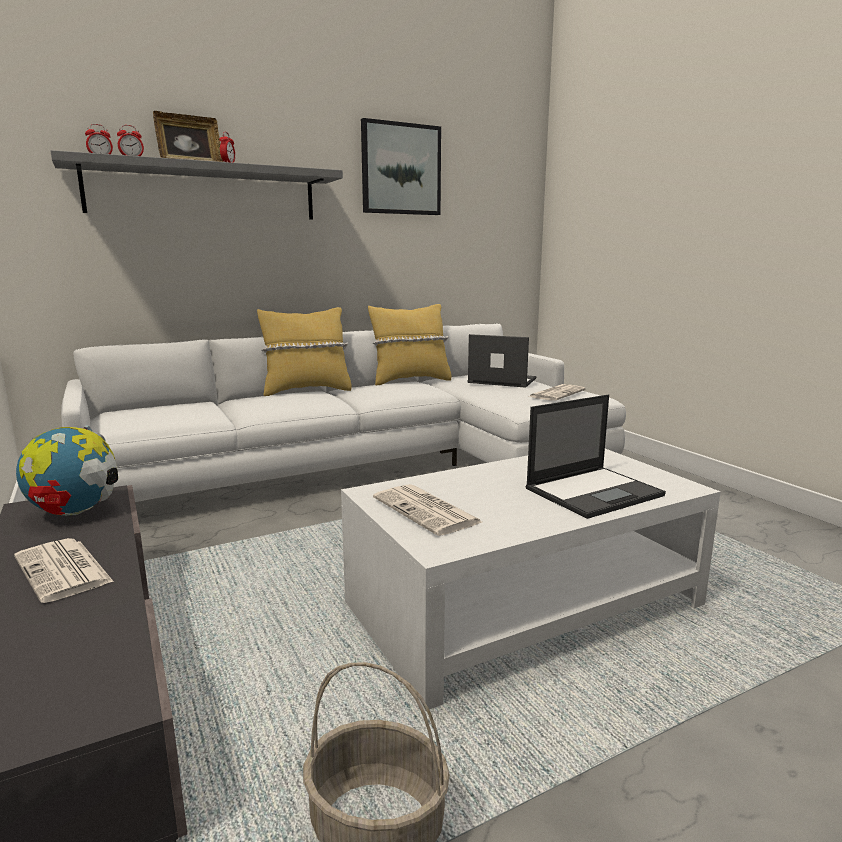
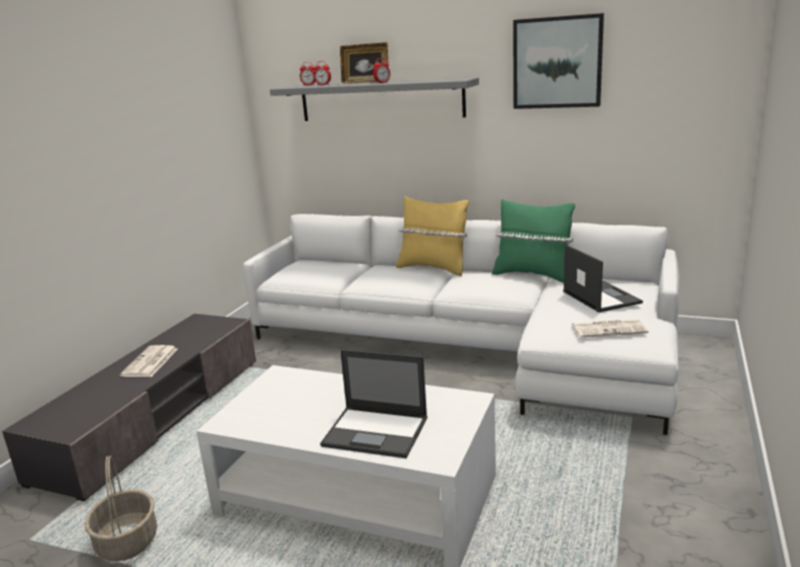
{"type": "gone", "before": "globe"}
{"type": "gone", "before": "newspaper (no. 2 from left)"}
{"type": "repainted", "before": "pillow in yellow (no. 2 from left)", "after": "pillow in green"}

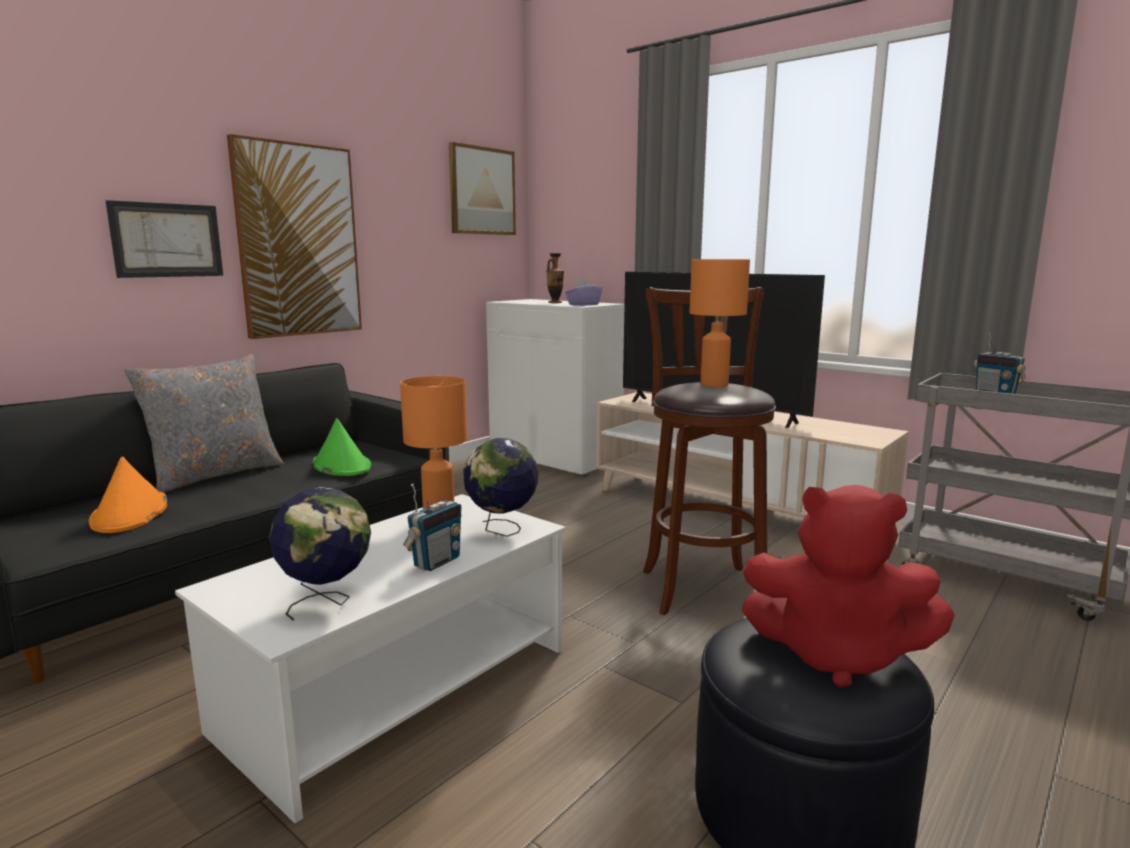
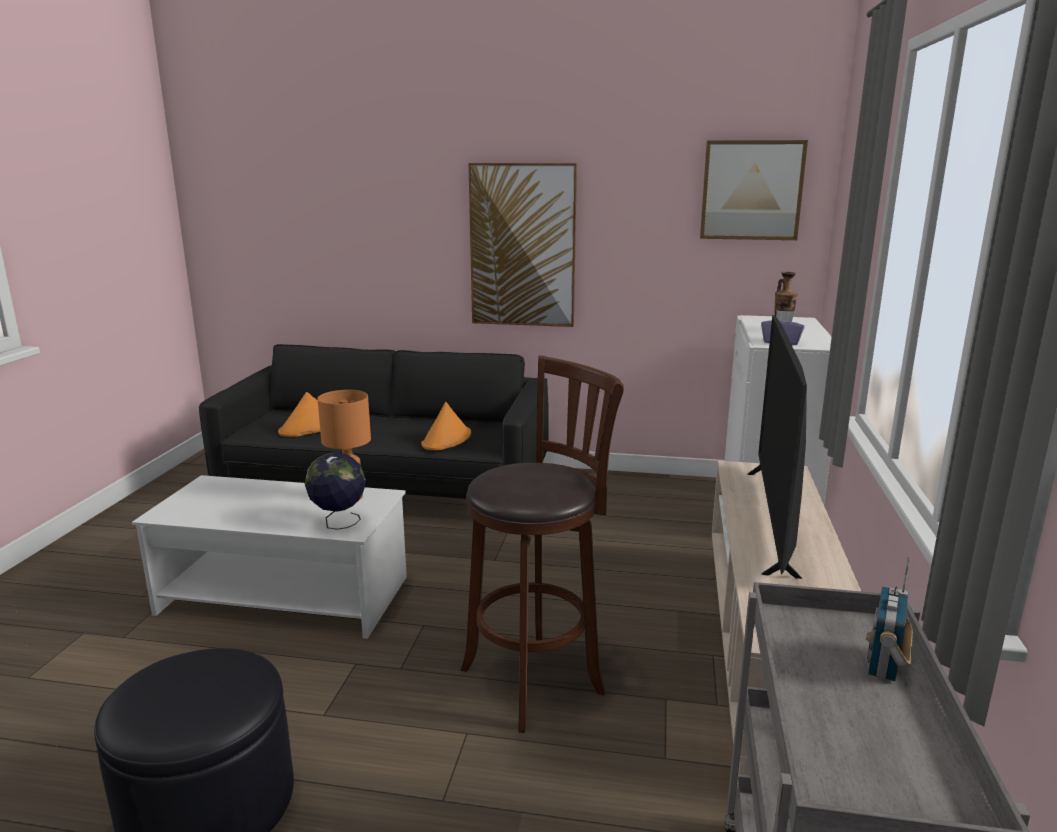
{"type": "gone", "before": "picture (no. 1 from left)"}
{"type": "gone", "before": "pillow in grey"}
{"type": "gone", "before": "globe (no. 1 from left)"}
{"type": "gone", "before": "radio (no. 1 from left)"}
{"type": "gone", "before": "table lamp in orange (no. 2 from left)"}
{"type": "gone", "before": "plush toy in red"}
{"type": "repainted", "before": "hat in green", "after": "hat in orange (no. 2 from left)"}

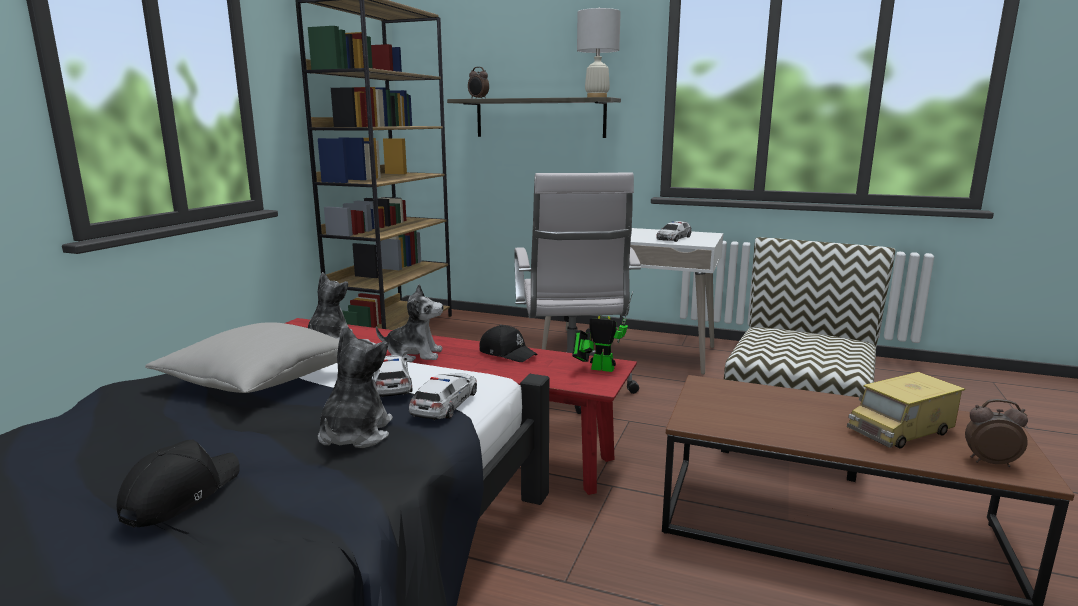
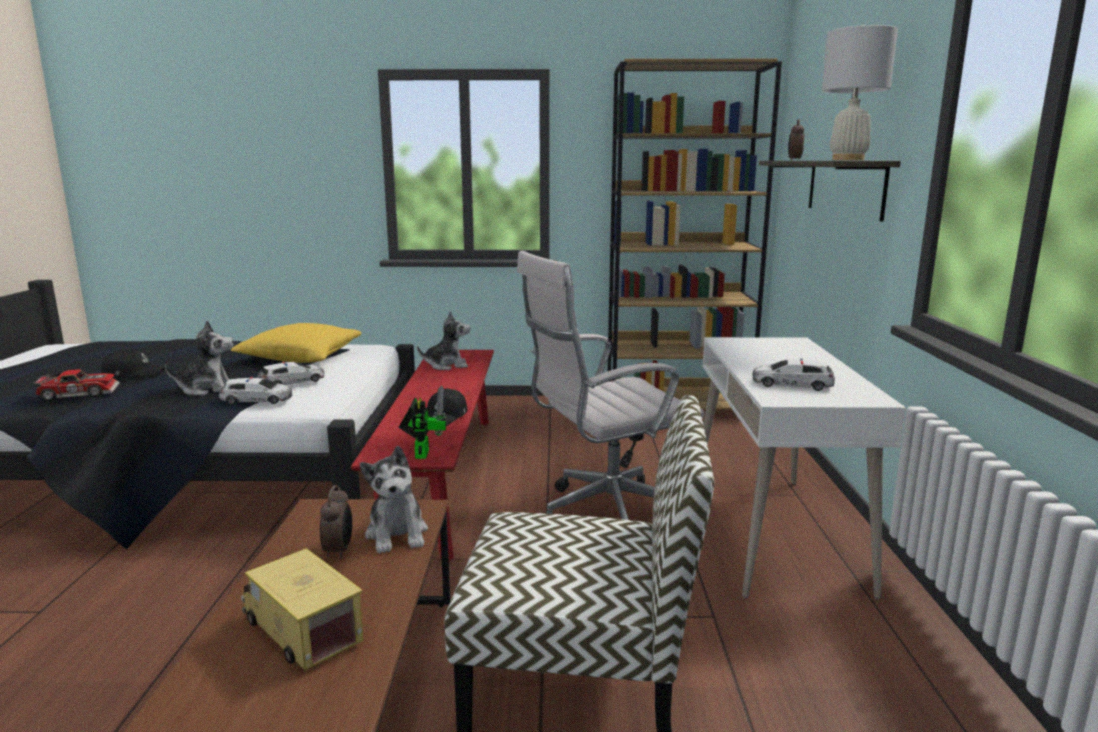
{"type": "new", "after": "toy car (no. 1 from left)"}
{"type": "shifted", "before": "plush toy (no. 3 from left in the first image)", "after": "plush toy (no. 2 from left)"}
{"type": "shifted", "before": "alarm clock (no. 2 from left in the first image)", "after": "alarm clock (no. 1 from left)"}
{"type": "repainted", "before": "pillow in grey", "after": "pillow in yellow"}

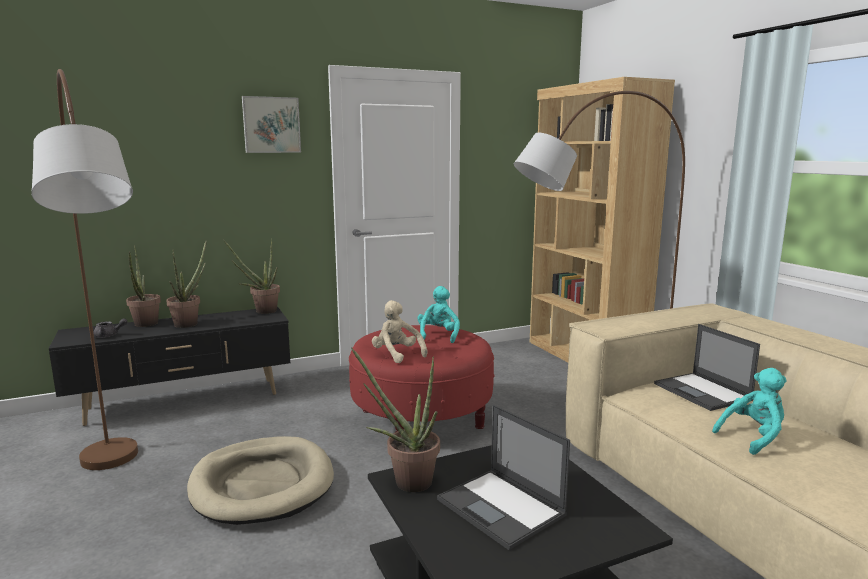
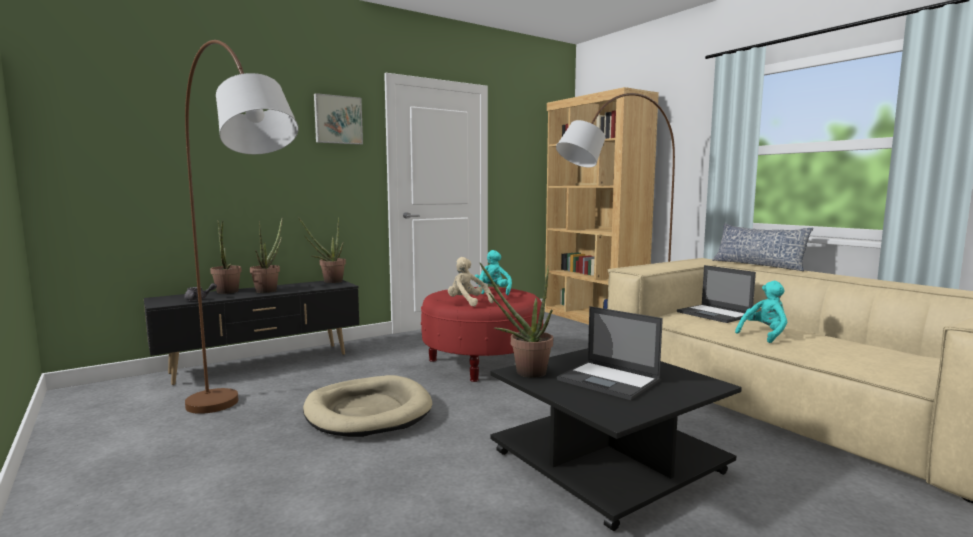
{"type": "new", "after": "pillow"}

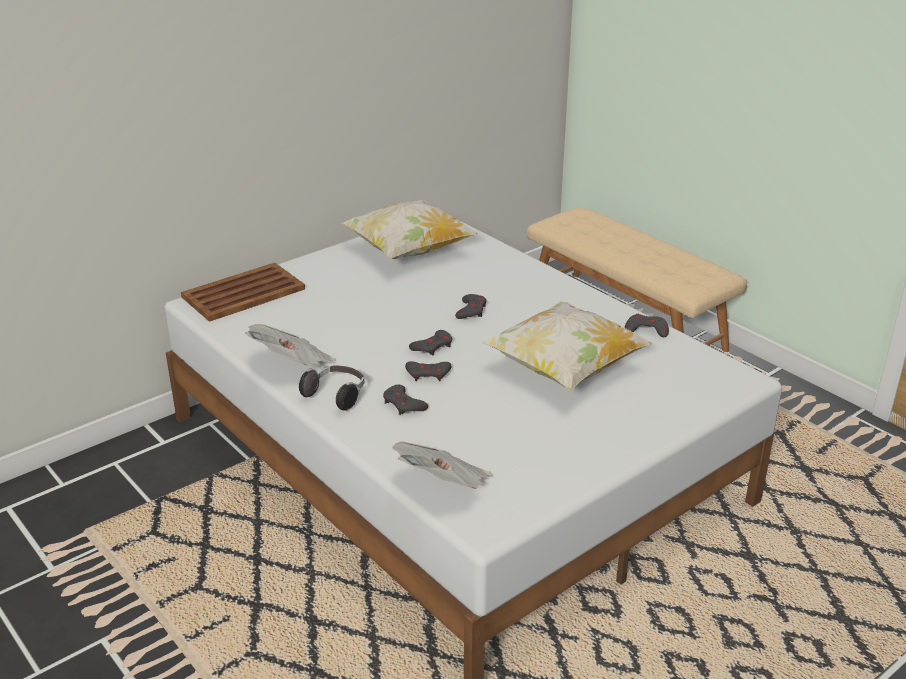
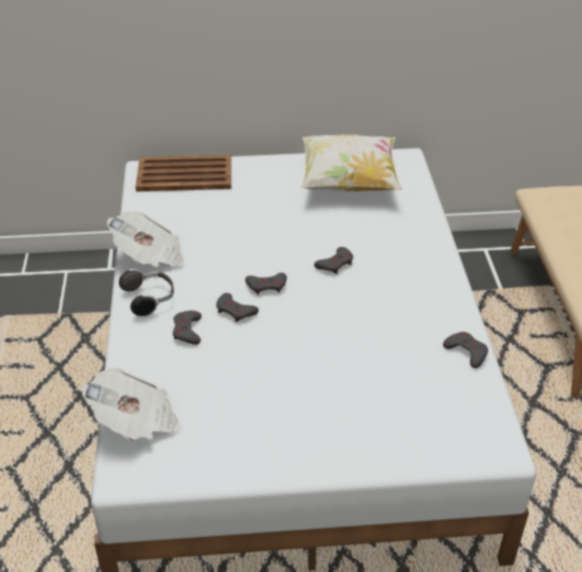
{"type": "gone", "before": "pillow (no. 2 from left)"}

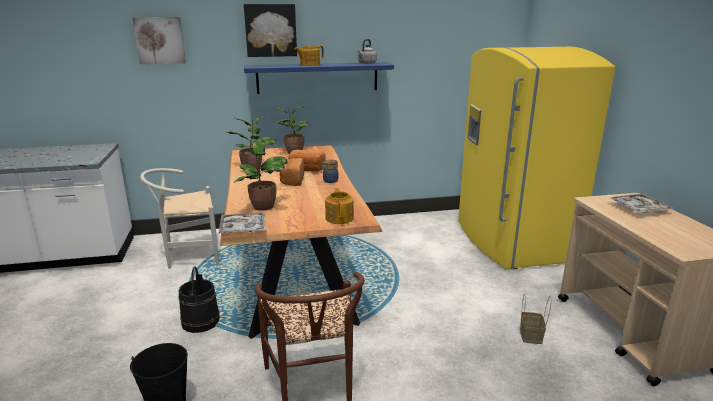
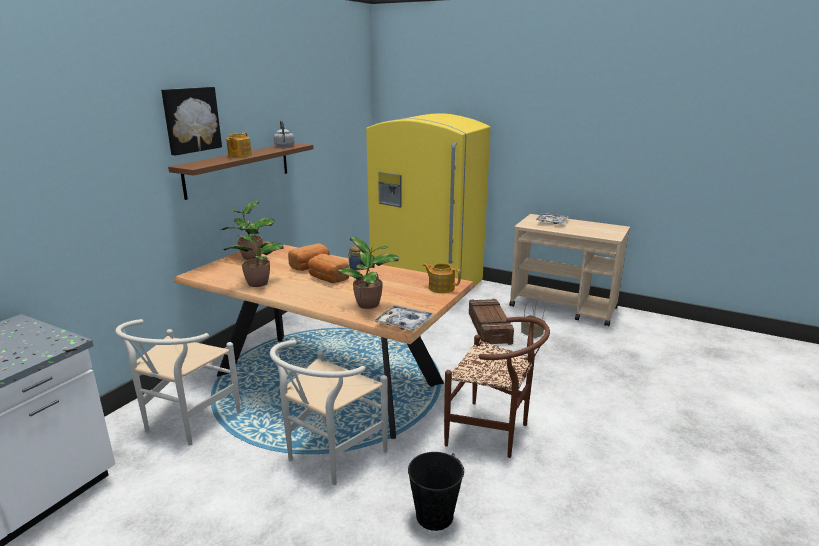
{"type": "gone", "before": "picture (no. 1 from left)"}
{"type": "new", "after": "crate"}
{"type": "swapped", "before": "bucket in black (no. 2 from left)", "after": "chair in white (no. 2 from left)"}
{"type": "repainted", "before": "shelf in blue", "after": "shelf in brown"}

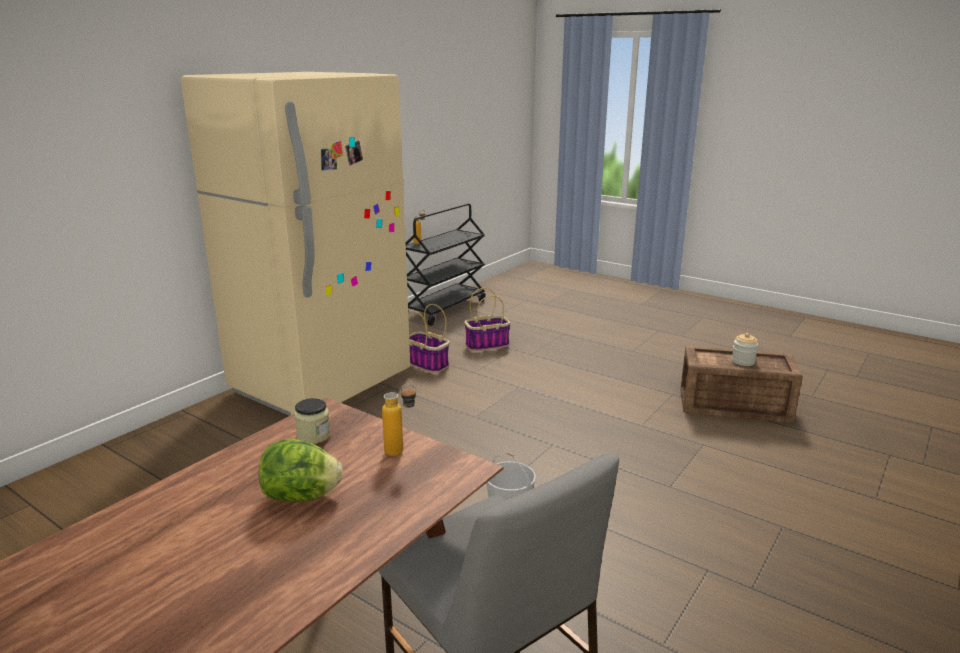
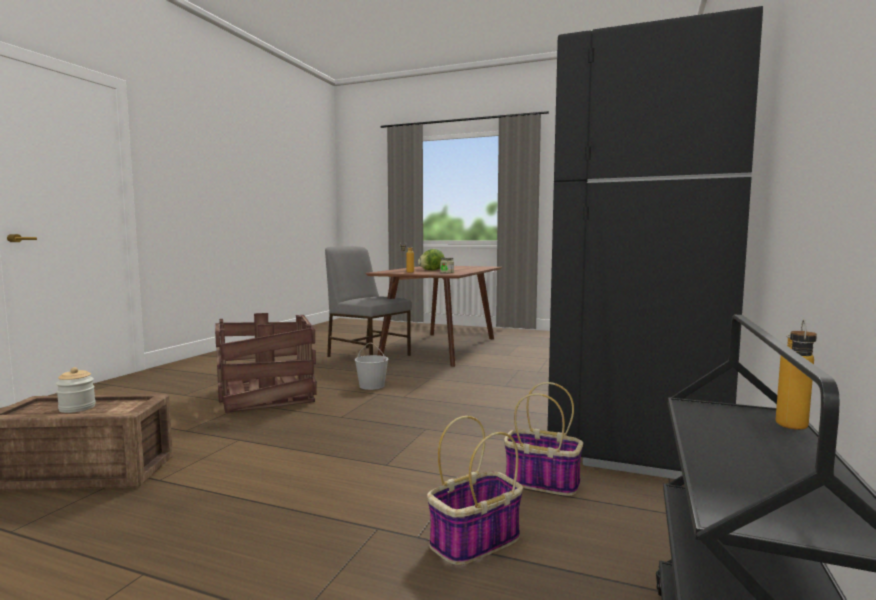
{"type": "new", "after": "crate (no. 2 from left)"}
{"type": "repainted", "before": "fridge in beige", "after": "fridge in black"}

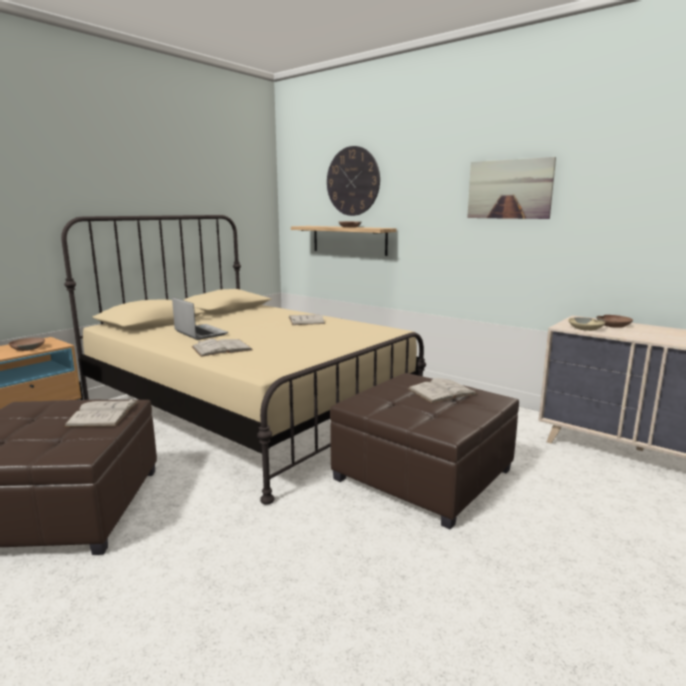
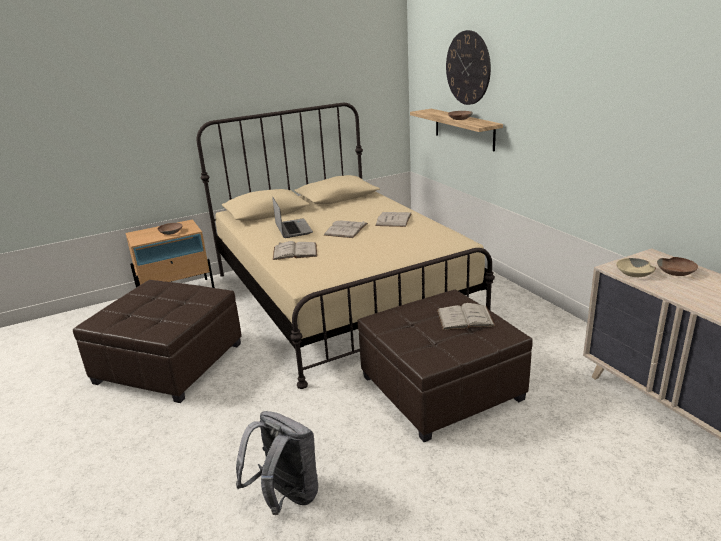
{"type": "gone", "before": "picture"}
{"type": "new", "after": "backpack in grey"}
{"type": "shifted", "before": "book in white (no. 1 from left in the first image)", "after": "book in white (no. 2 from left)"}

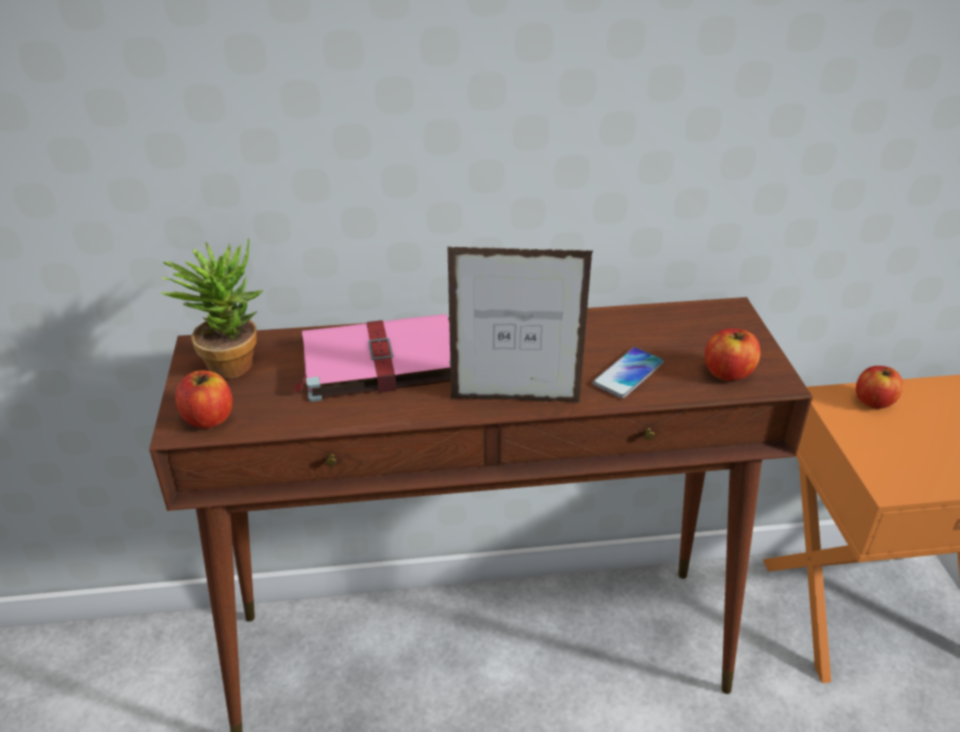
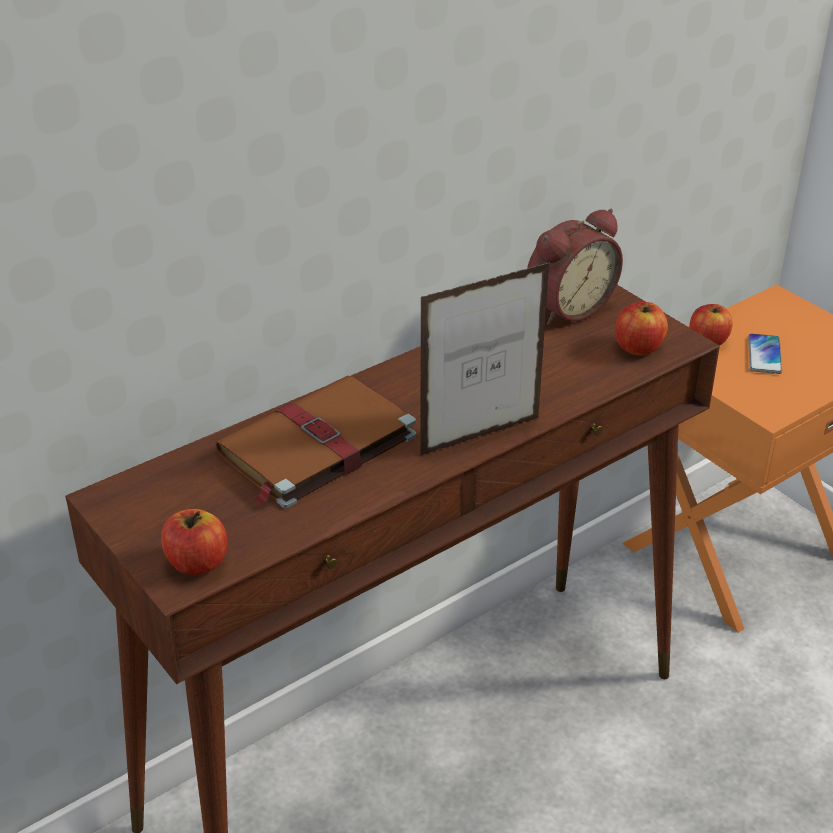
{"type": "gone", "before": "potted plant"}
{"type": "new", "after": "alarm clock"}
{"type": "shifted", "before": "phone"}
{"type": "repainted", "before": "book in pink", "after": "book in brown"}

